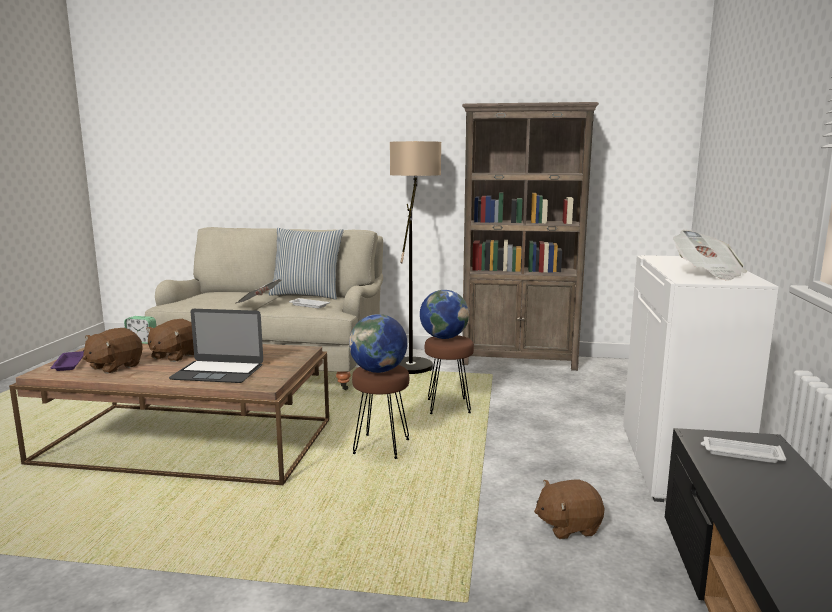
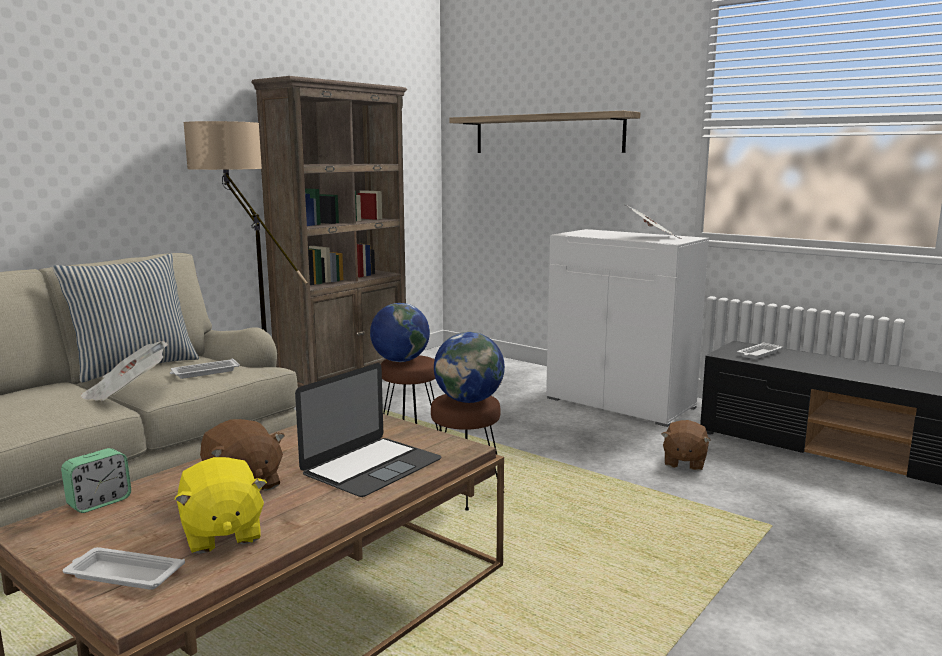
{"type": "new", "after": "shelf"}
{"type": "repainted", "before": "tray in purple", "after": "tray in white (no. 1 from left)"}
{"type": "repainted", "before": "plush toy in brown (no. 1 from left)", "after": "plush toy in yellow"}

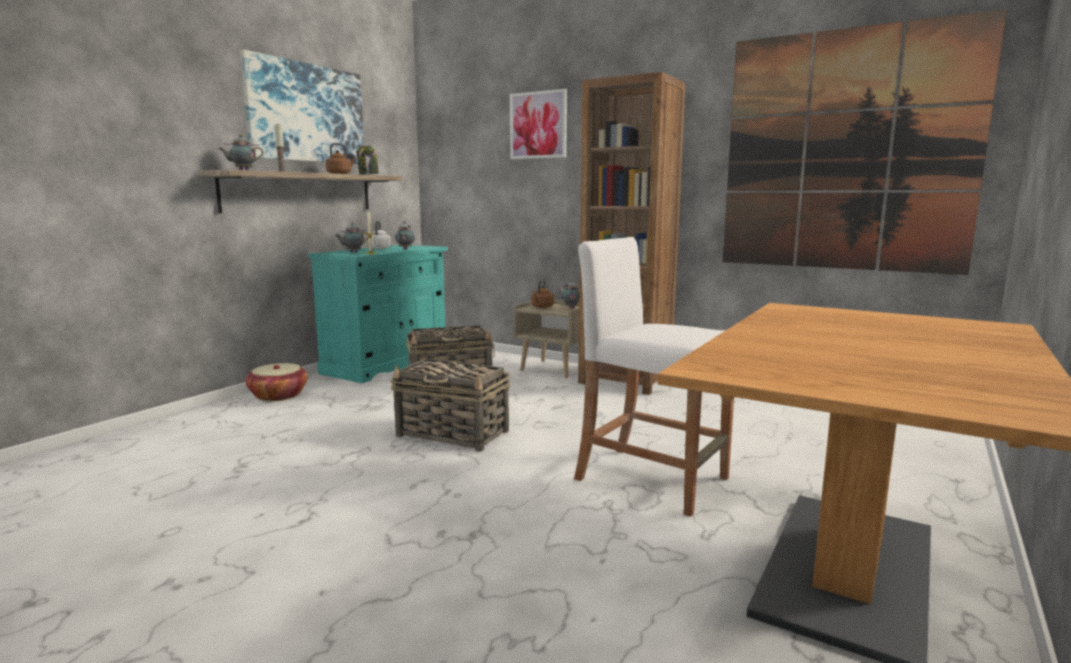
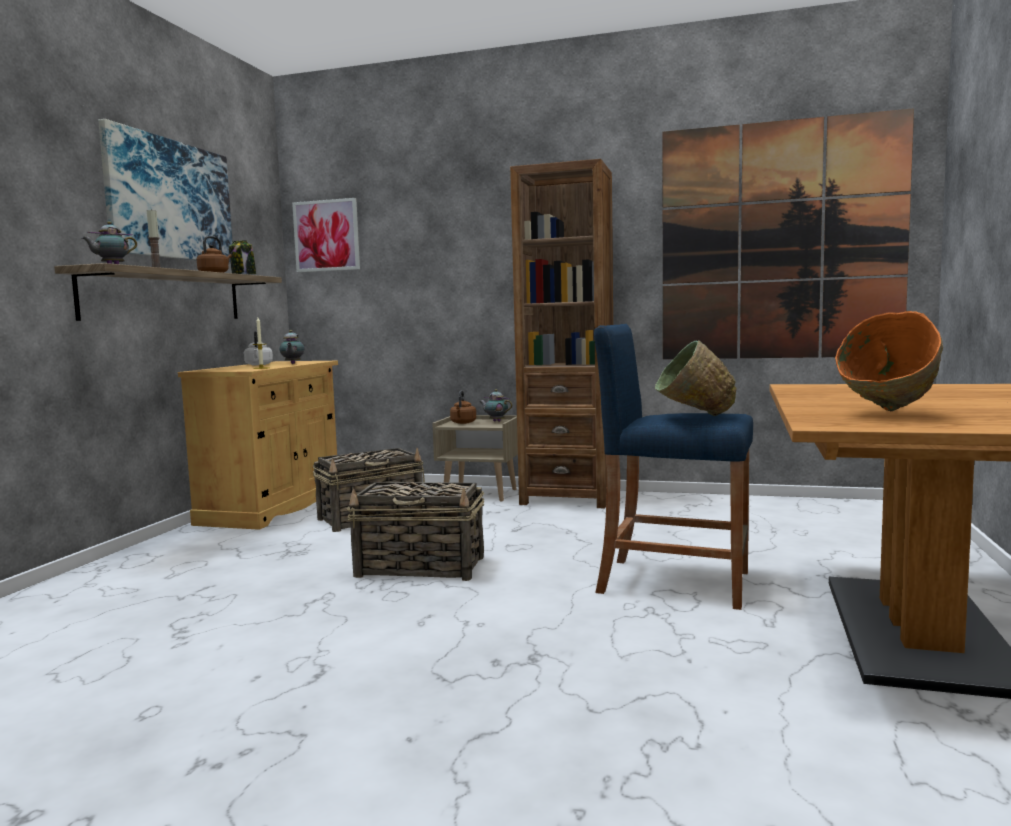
{"type": "gone", "before": "basket (no. 1 from left)"}
{"type": "gone", "before": "teapot (no. 2 from left)"}
{"type": "new", "after": "bowl in green"}
{"type": "new", "after": "bowl in orange"}
{"type": "shifted", "before": "picture (no. 2 from left)"}
{"type": "repainted", "before": "cabinet in turquoise", "after": "cabinet in beige"}
{"type": "repainted", "before": "stool in white", "after": "stool in blue"}

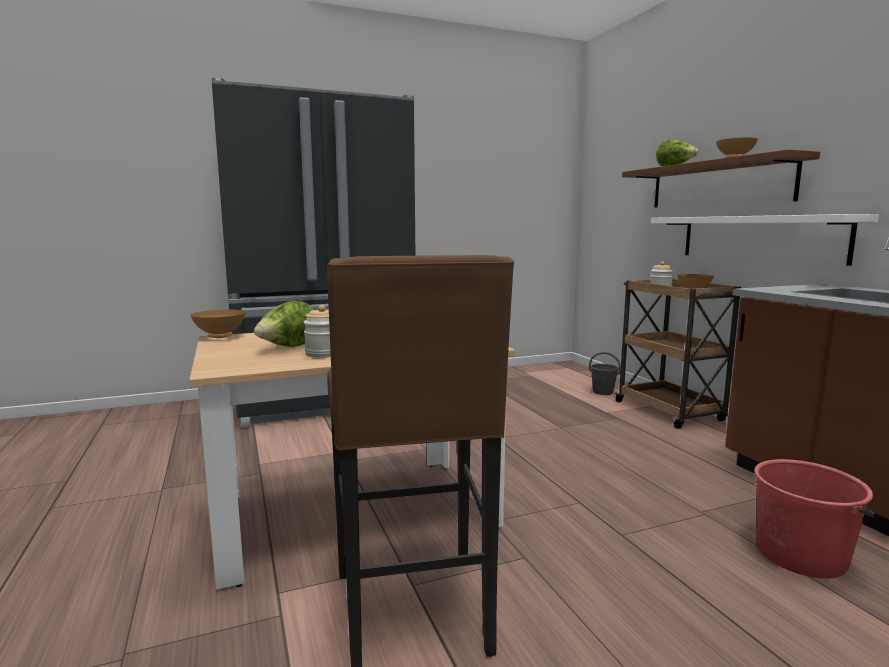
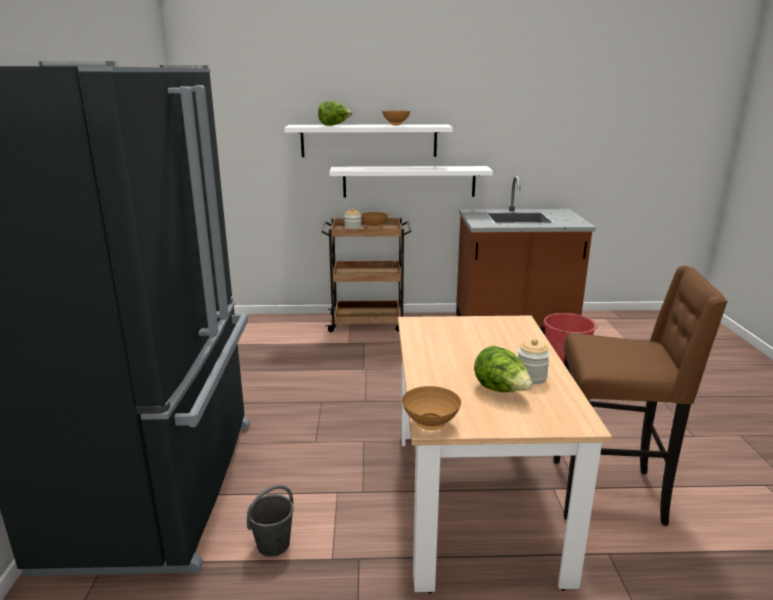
{"type": "shifted", "before": "bucket in grey"}
{"type": "repainted", "before": "shelf in brown", "after": "shelf in white (no. 1 from left)"}

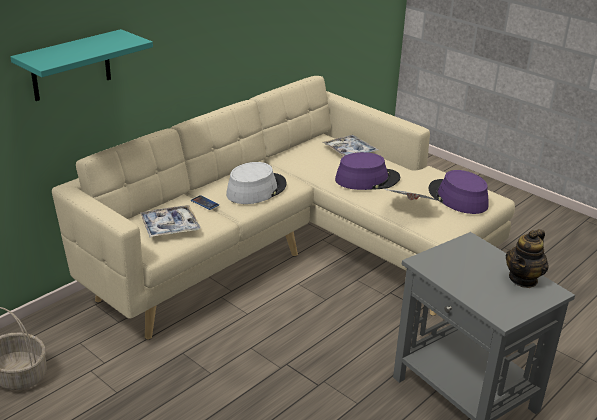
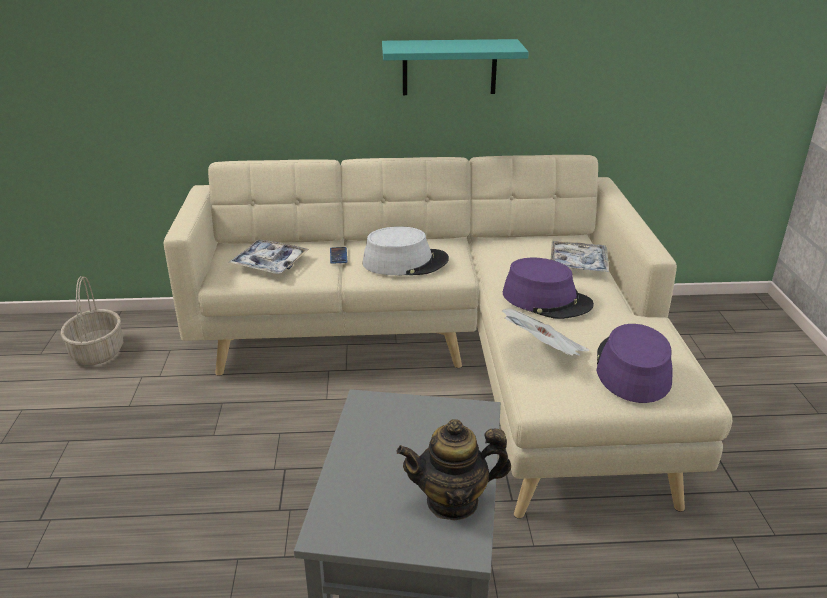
{"type": "shifted", "before": "shelf in turquoise"}

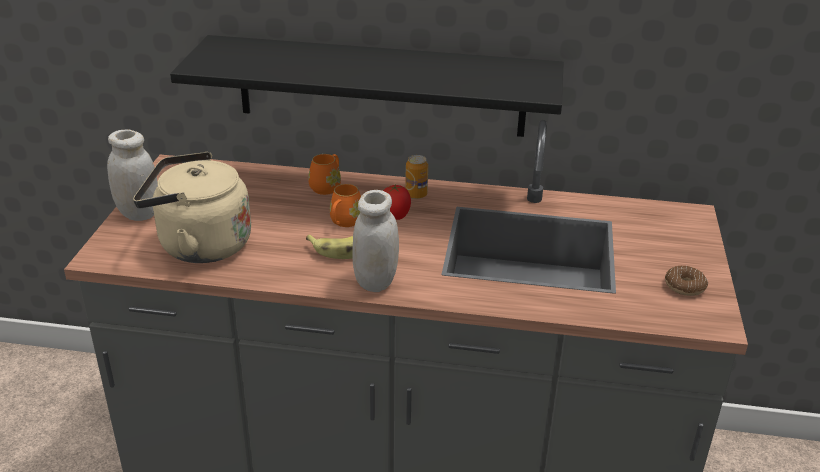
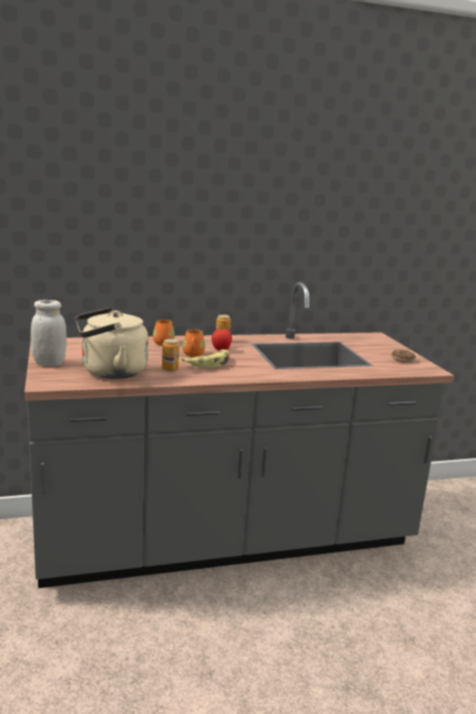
{"type": "gone", "before": "shelf in black"}
{"type": "gone", "before": "jar in white (no. 2 from left)"}
{"type": "new", "after": "can (no. 1 from left)"}

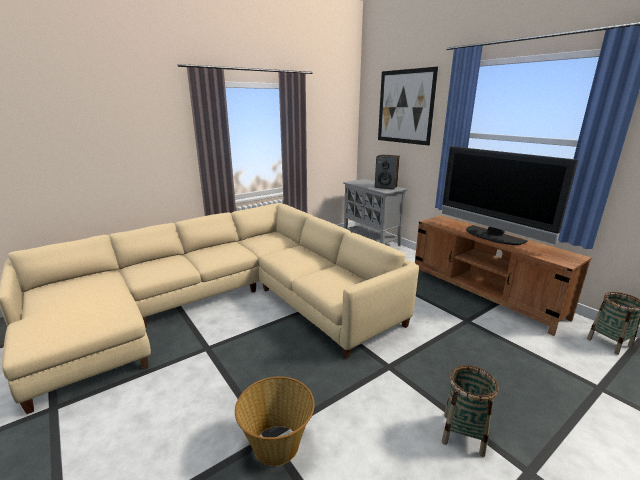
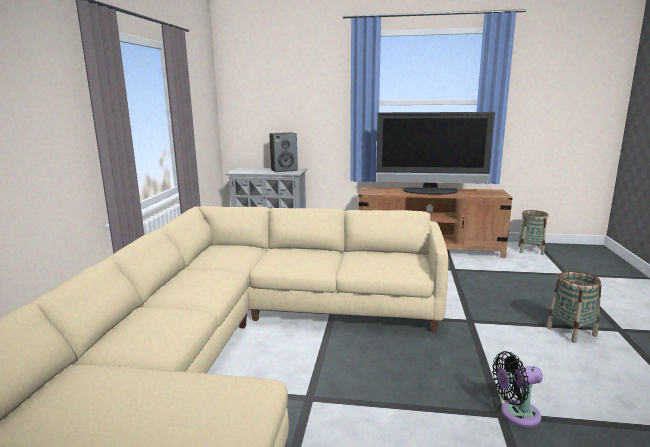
{"type": "gone", "before": "picture"}
{"type": "swapped", "before": "basket (no. 1 from left)", "after": "fan in black"}

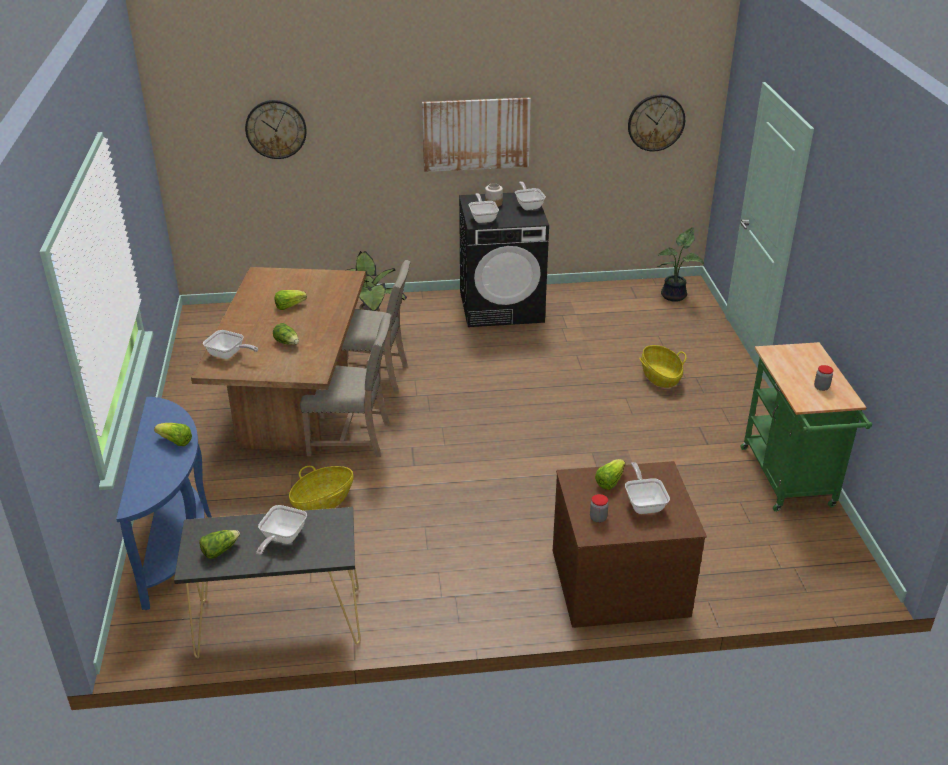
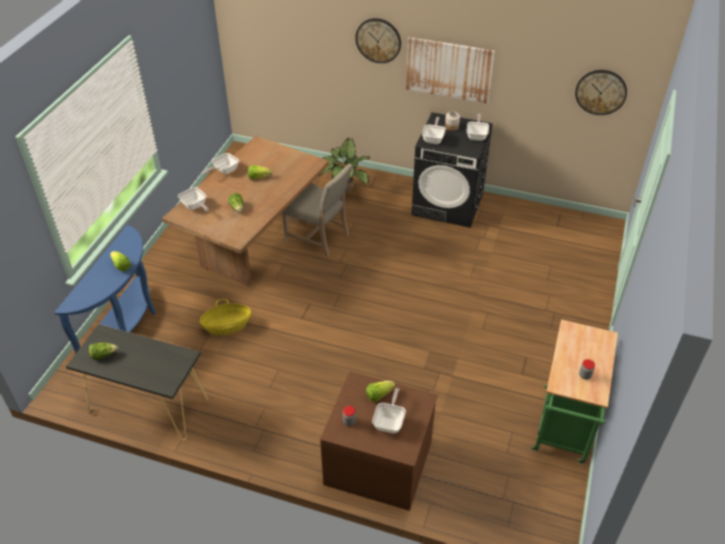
{"type": "gone", "before": "chair in beige (no. 1 from left)"}
{"type": "gone", "before": "basket (no. 2 from left)"}
{"type": "gone", "before": "potted plant (no. 2 from left)"}
{"type": "shifted", "before": "wall clock (no. 1 from left)"}
{"type": "shifted", "before": "frying pan (no. 2 from left)"}

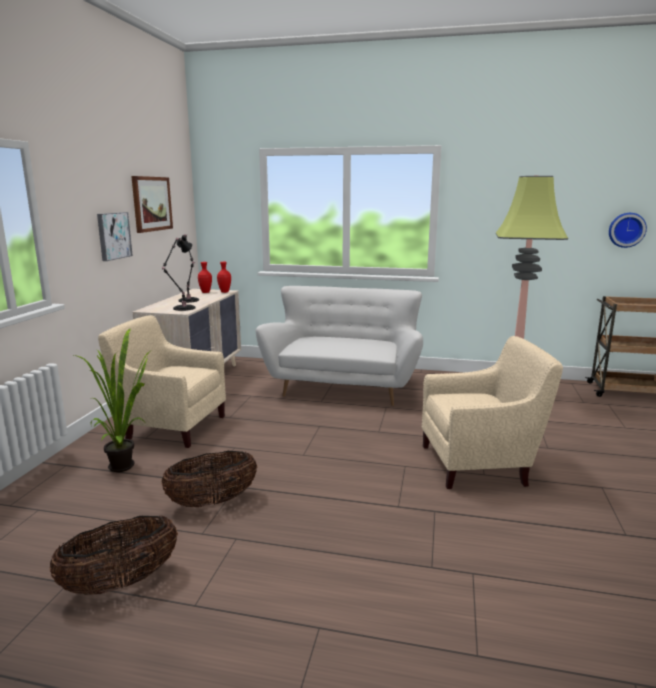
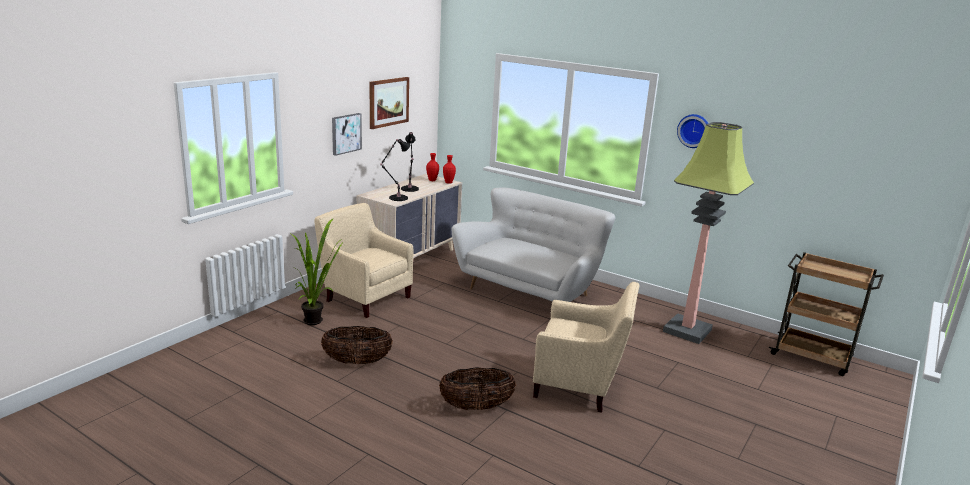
{"type": "shifted", "before": "basket (no. 1 from left in the first image)", "after": "basket (no. 2 from left)"}
{"type": "shifted", "before": "wall clock"}

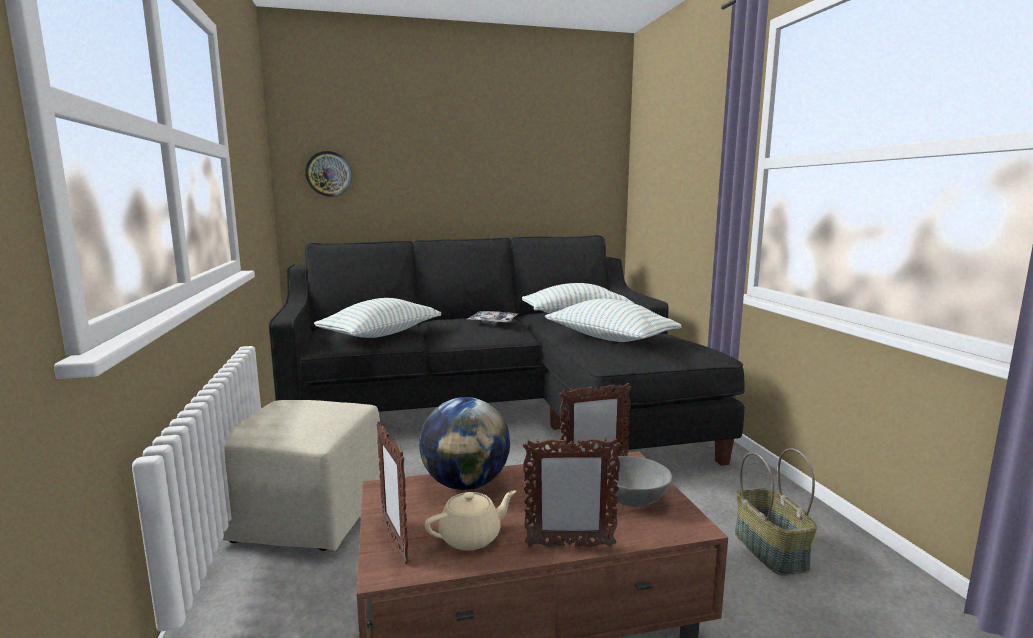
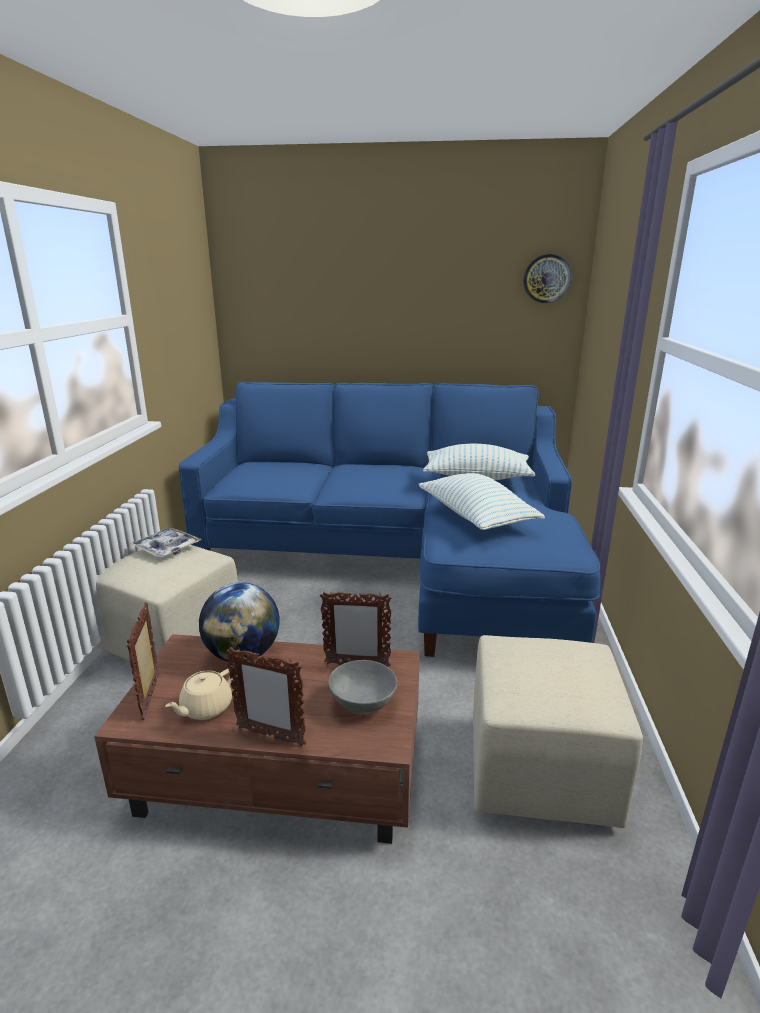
{"type": "gone", "before": "pillow (no. 1 from left)"}
{"type": "shifted", "before": "wall clock"}
{"type": "shifted", "before": "tray"}
{"type": "swapped", "before": "basket", "after": "ottoman in beige (no. 2 from left)"}
{"type": "repainted", "before": "sofa in black", "after": "sofa in blue"}
{"type": "rotated", "before": "teapot in beige", "turn": 135}

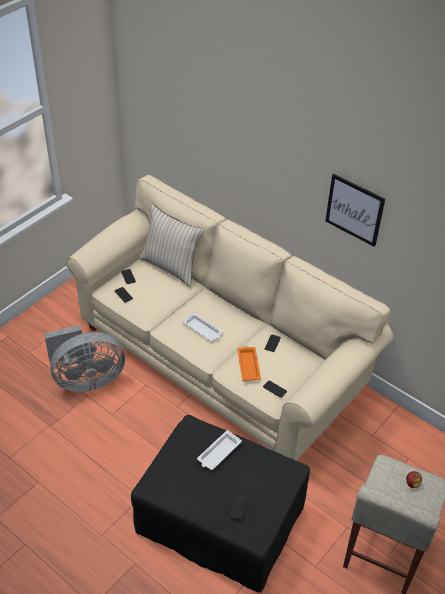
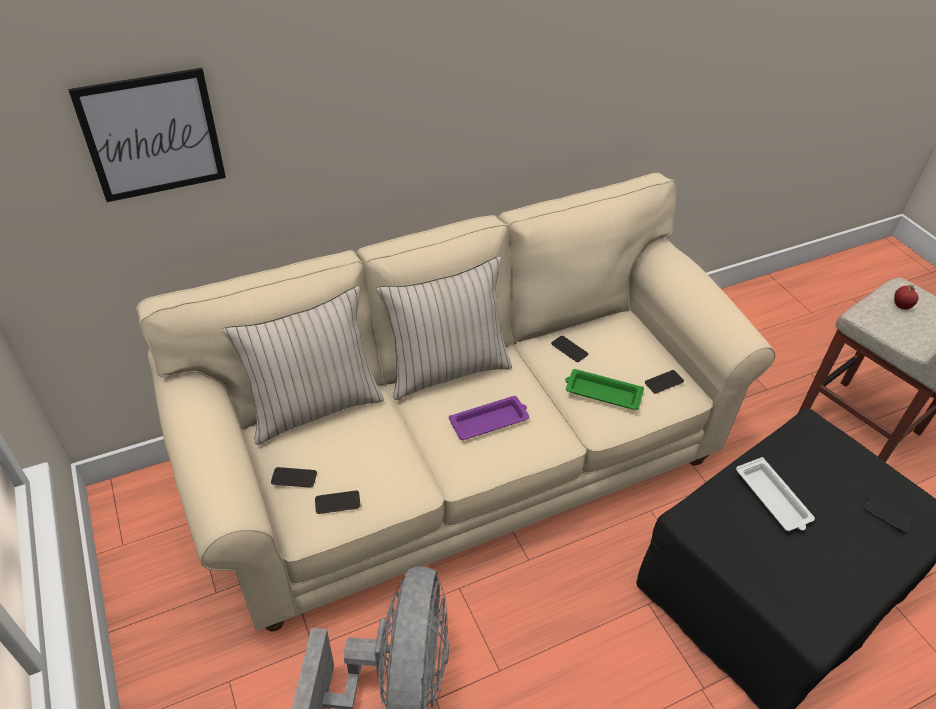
{"type": "new", "after": "pillow in beige (no. 2 from left)"}
{"type": "shifted", "before": "picture"}
{"type": "repainted", "before": "tray in white (no. 1 from left)", "after": "tray in purple"}
{"type": "repainted", "before": "tray in orange", "after": "tray in green"}

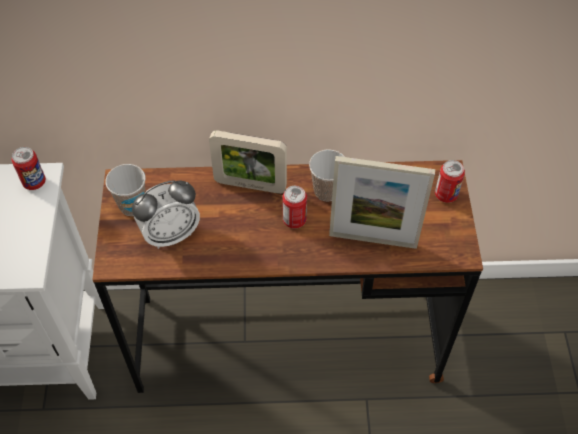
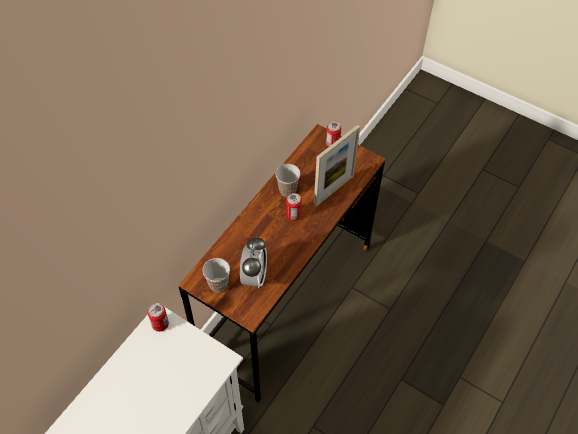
{"type": "gone", "before": "picture frame (no. 1 from left)"}

